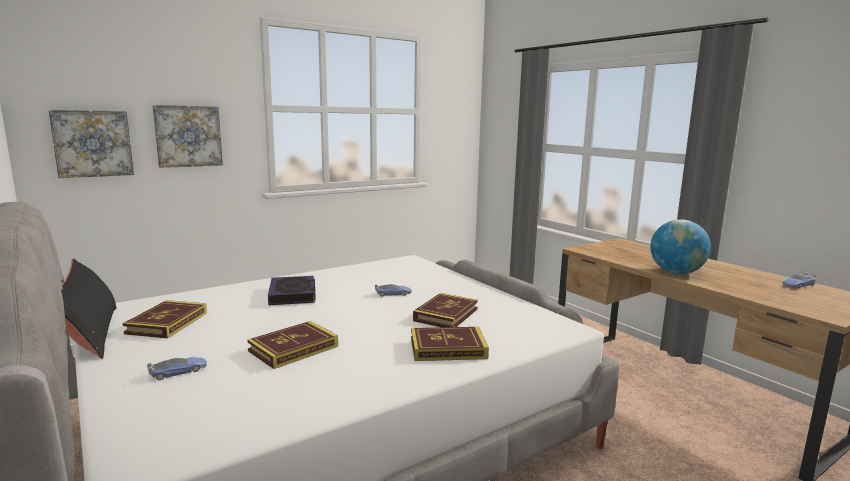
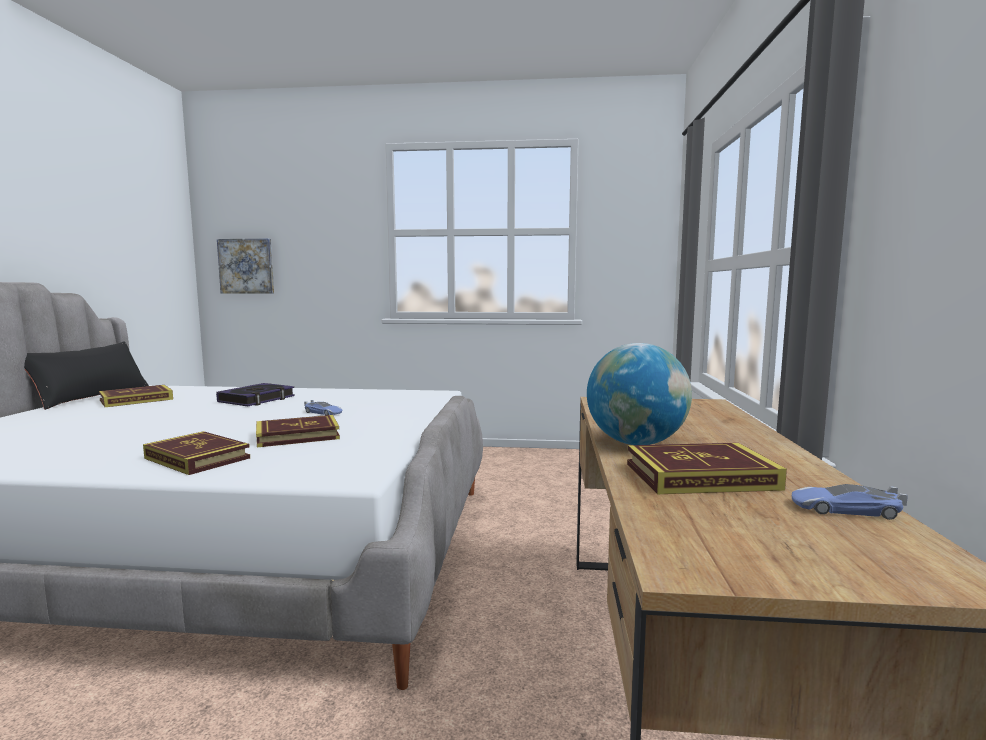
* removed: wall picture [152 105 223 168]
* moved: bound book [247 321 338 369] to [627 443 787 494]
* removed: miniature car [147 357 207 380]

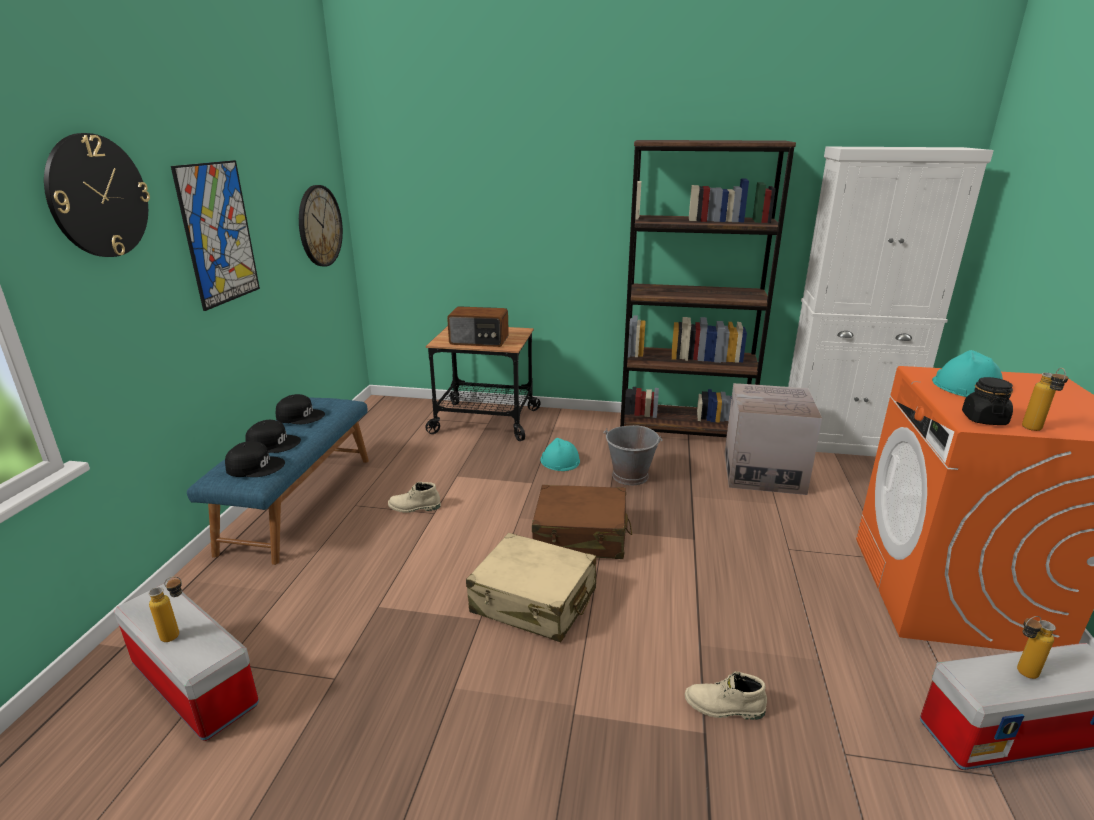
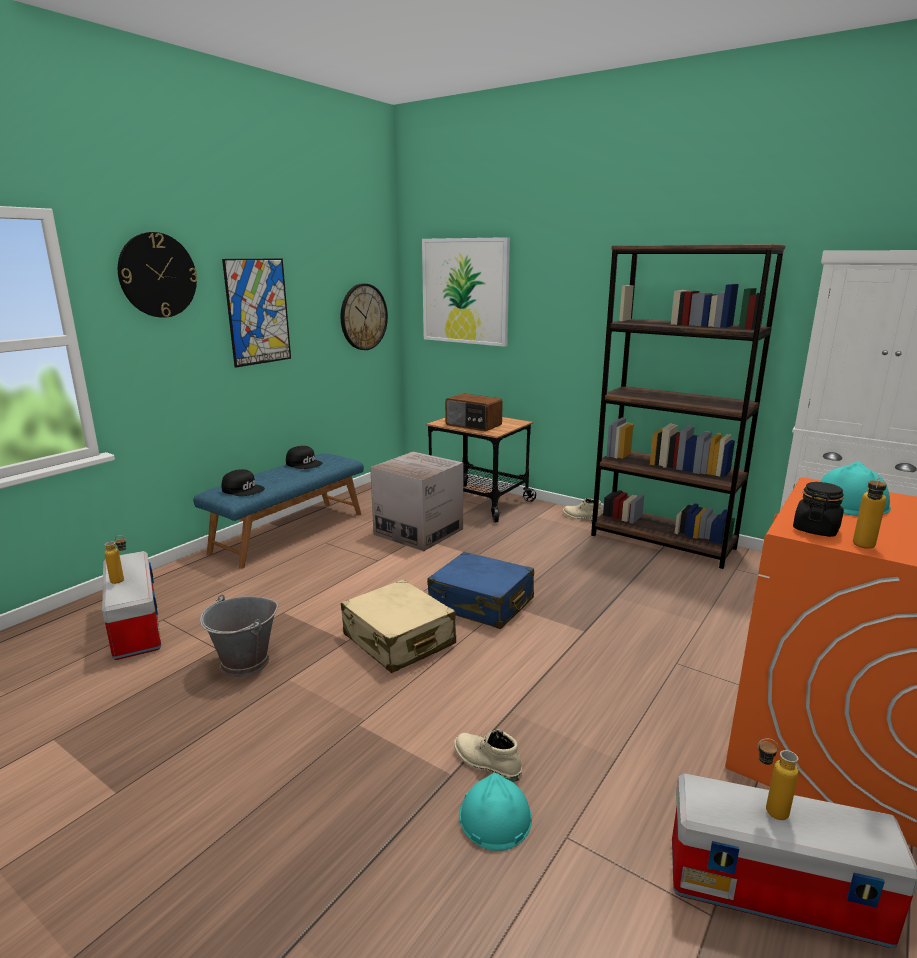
* moved: cardboard box [725 383 822 495] to [370 452 463 551]
* removed: peaked cap (black-coloured) [245 420 301 453]
* moved: pail (greyish) [603 425 663 485] to [200 595 278 677]
* moved: safety helmet (turquoise-coloured) [540 438 580 471] to [459 773 532 851]
* moved: high-top boot (beige) [388 482 441 513] to [563 498 603 521]
* recoloured: suitcase (brown-coloured) [532 485 632 559] to suitcase (bluish) [427 552 534 629]
* added: wall picture [422 237 510 347]

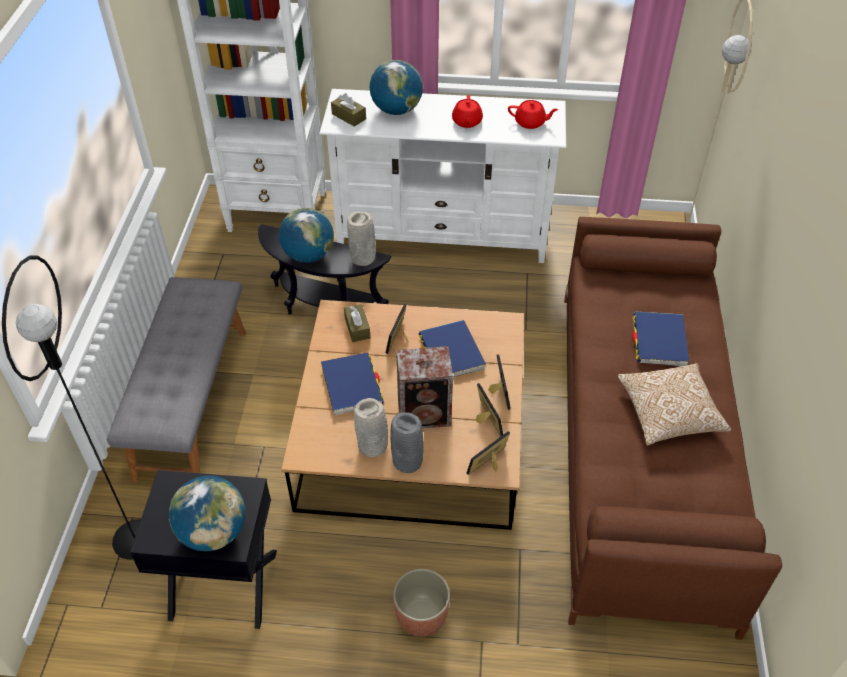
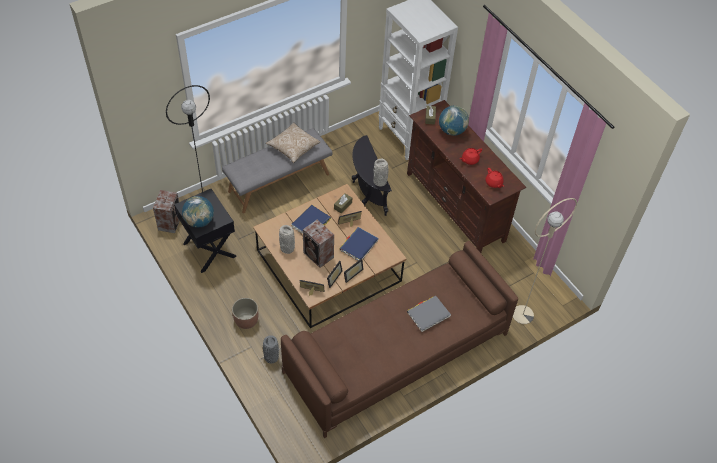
* recoloured: tv stand (whitish) [319 89 566 263] to tv stand (brown-coloured) [407 100 527 253]
* removed: world globe [279 208 334 263]
* recoloured: bound book (bluish) [632 312 689 366] to bound book (greyish) [407 296 451 332]
* moved: cushion [618 363 731 445] to [266 122 320 163]
* moved: flower vase (greyish) [390 412 424 473] to [263 335 279 364]
* added: audio speaker [153 190 180 233]

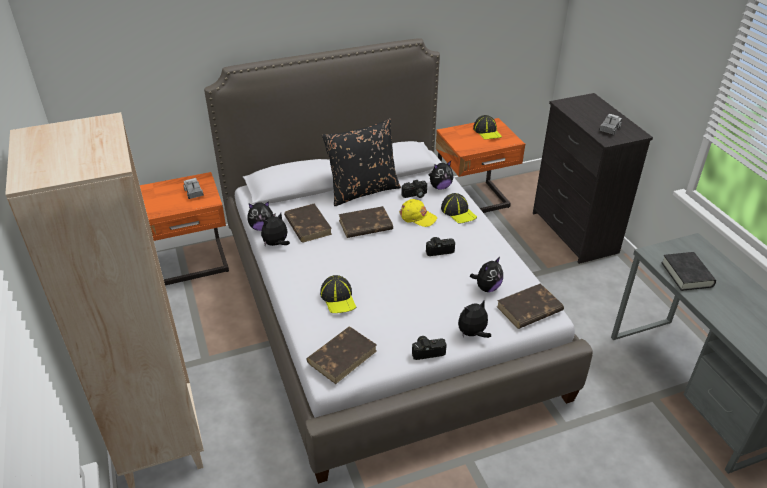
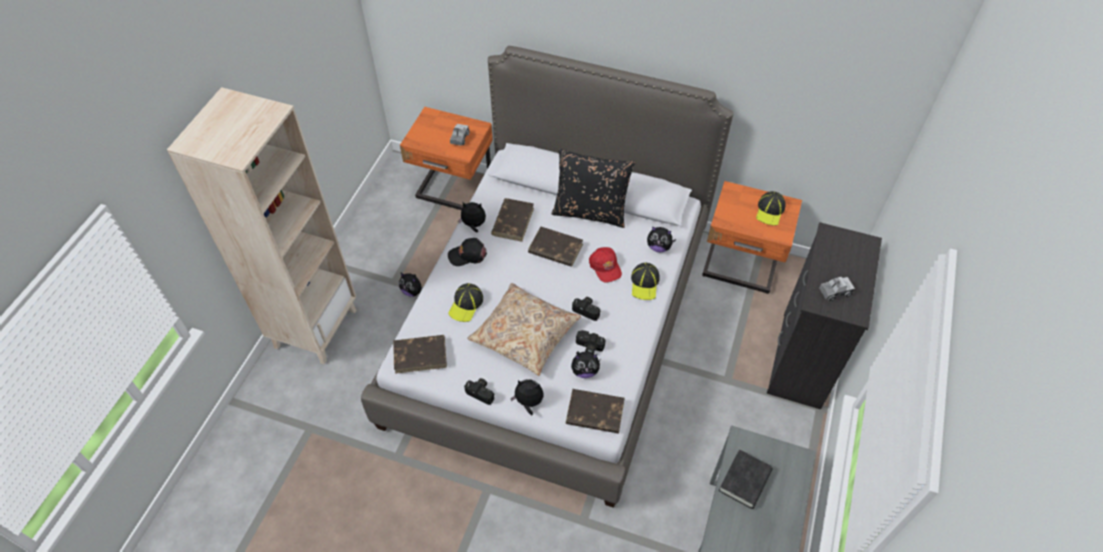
* moved: still camera [401 180 427 198] to [576 330 606 354]
* recoloured: peaked cap (yellowish) [399 199 437 227] to peaked cap (red-coloured) [589 247 622 282]
* moved: soft toy [247 201 276 231] to [399 272 423 297]
* added: peaked cap (black-coloured) [448 238 487 266]
* added: cushion (beige) [467 283 581 376]

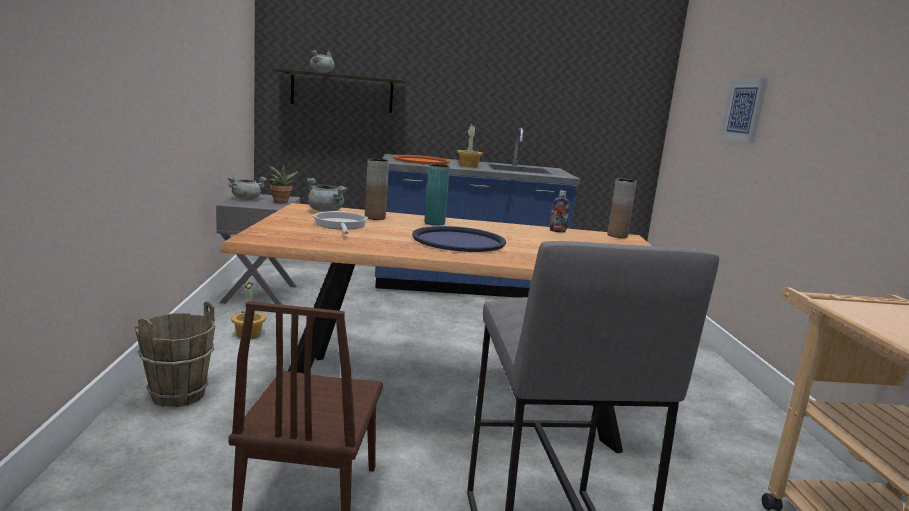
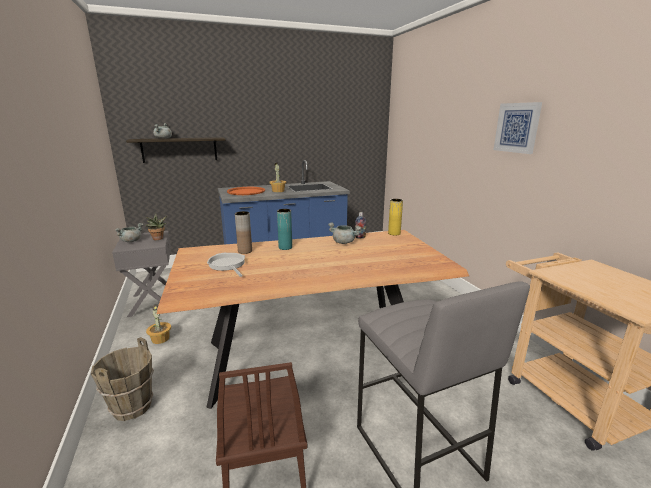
* moved: wall picture [720 78 768 143] to [494 102 542 154]
* moved: cooking pot (greyish) [307 178 347 212] to [328 223 361 244]
* recoloured: flower vase (brown-coloured) [607 179 637 238] to flower vase (yellowish) [388 199 403 236]
* removed: serving tray (bluish) [412 226 506 252]

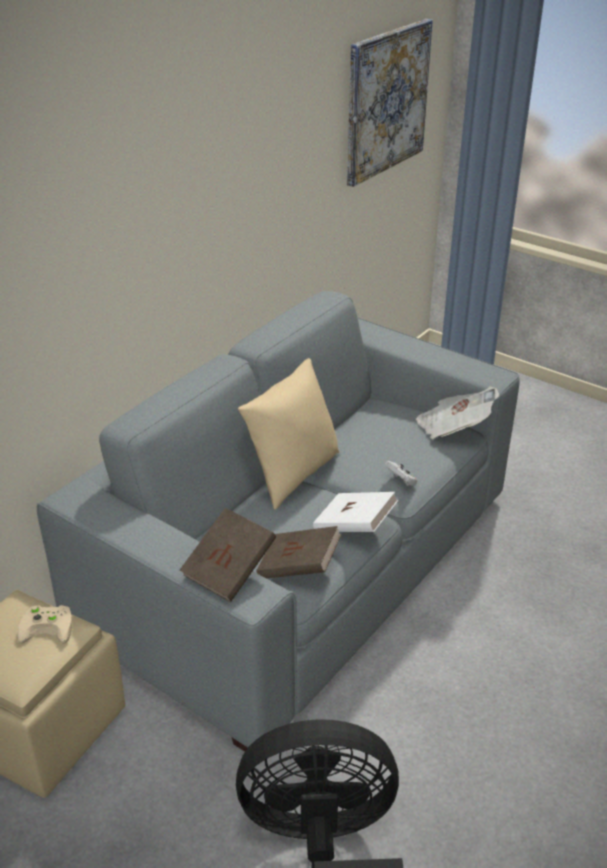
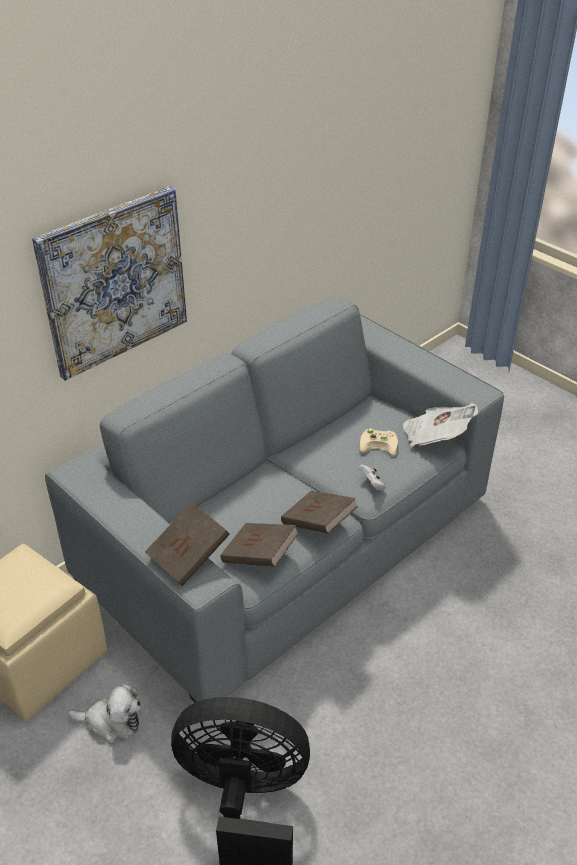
* moved: wall picture [347 19 433 187] to [32 186 187 381]
* removed: cushion (beige) [238 358 339 509]
* recoloured: bound book (whitish) [313 492 398 532] to bound book (brown-coloured) [281 491 358 534]
* moved: joypad (beige) [17 605 72 644] to [359 428 398 457]
* added: soft toy [68 683 141 744]

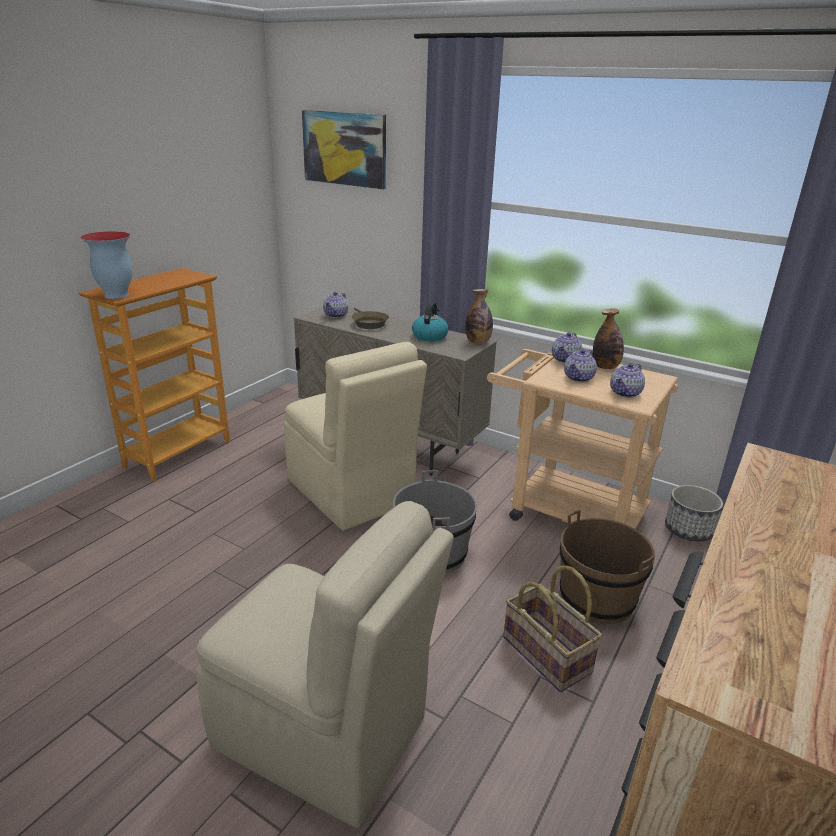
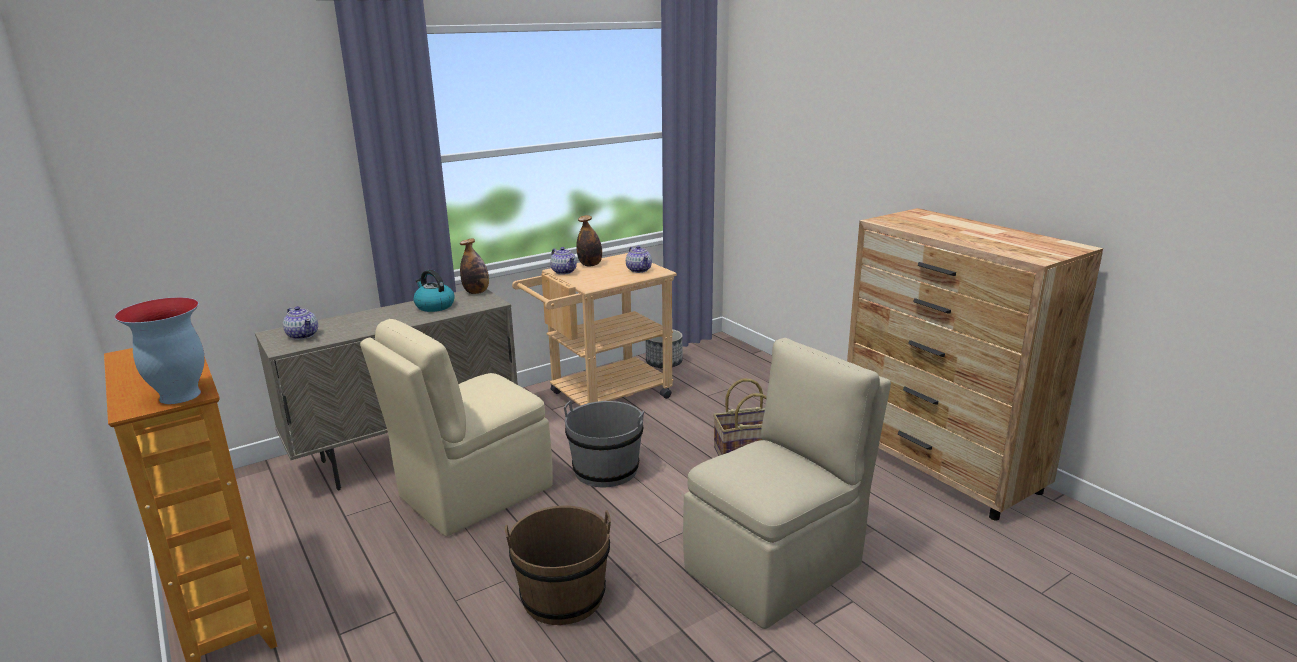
* removed: wall picture [302 110 386 189]
* removed: skillet (brown-coloured) [352 308 389 329]
* turned: upright chair (beige) [284 342 427 530] = [360 319 553 537] 150 degrees clockwise
* removed: teapot [564 349 597 382]
* moved: pail (brown-coloured) [560 510 655 624] to [505 506 611 625]

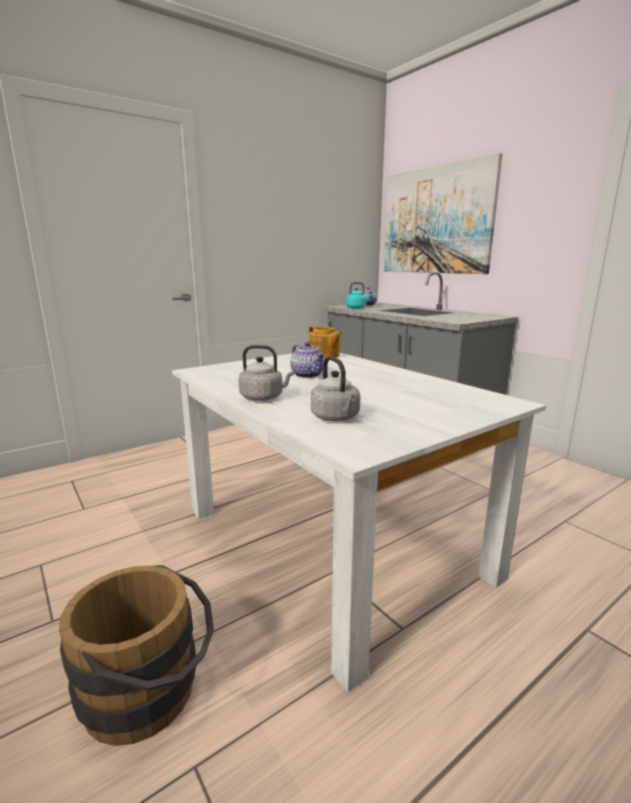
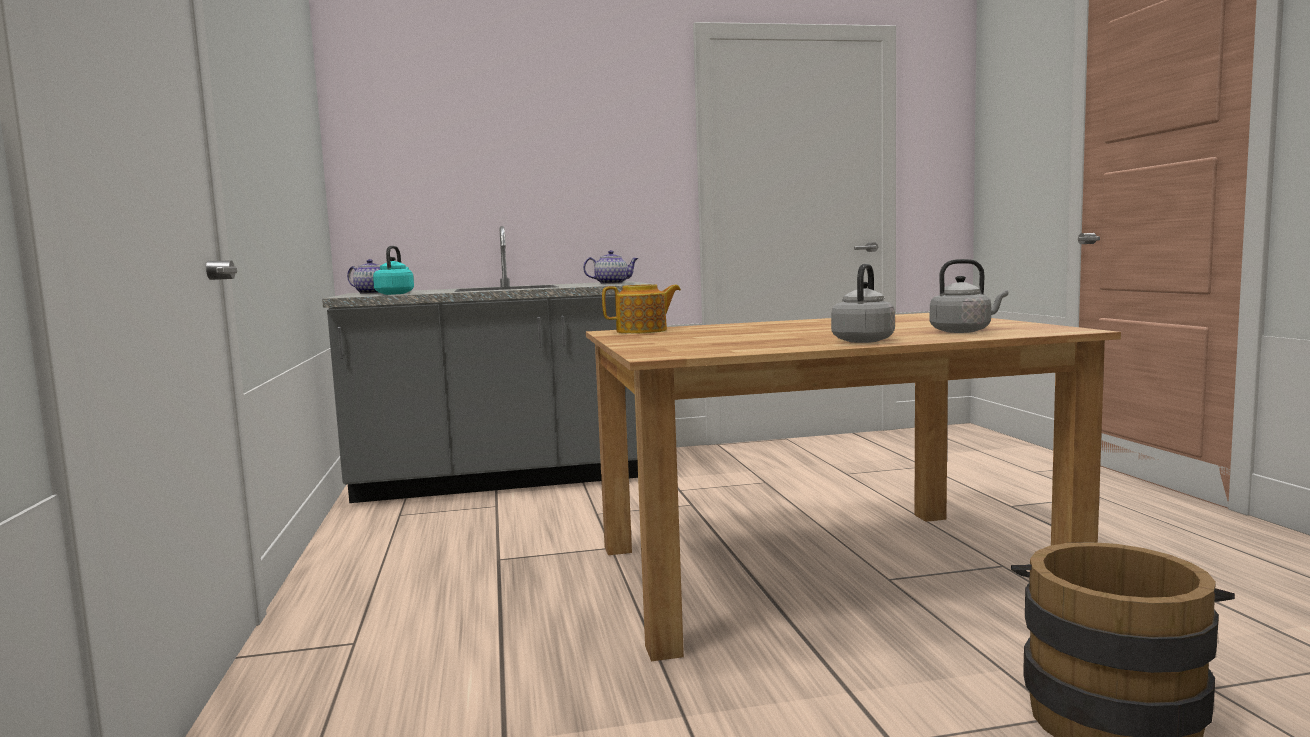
* removed: wall picture [384 153 502 274]
* moved: teapot [290 342 325 378] to [583 250 639 284]
* recoloured: dining table (whitish) [172 353 546 693] to dining table (brown-coloured) [586 313 1121 661]

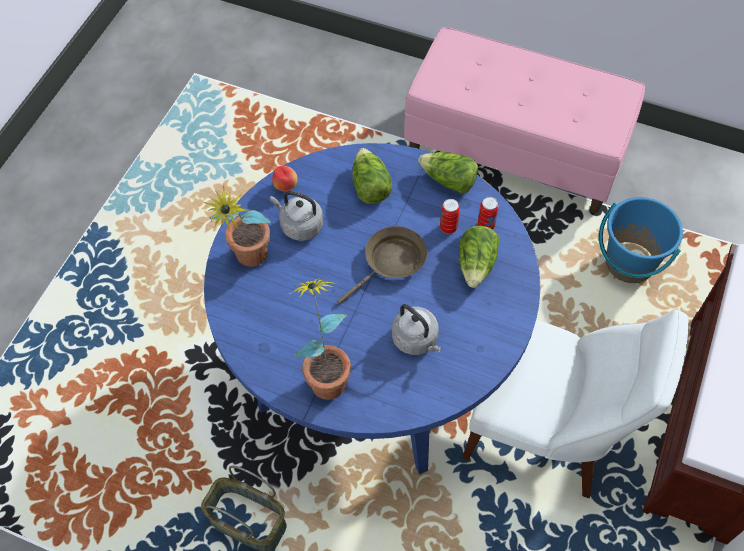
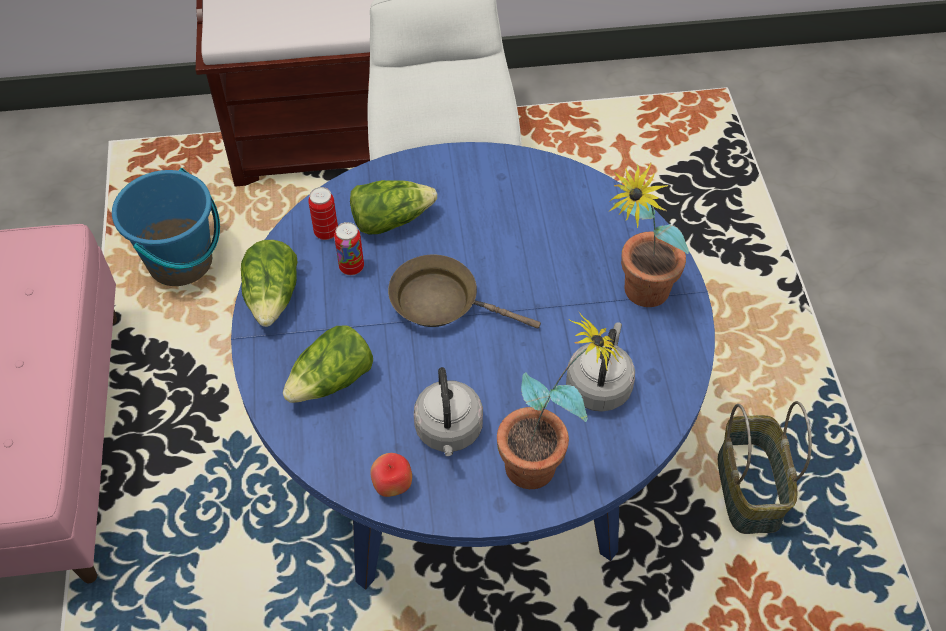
* moved: kettle (greyish) [392 304 442 355] to [566 322 635 412]

